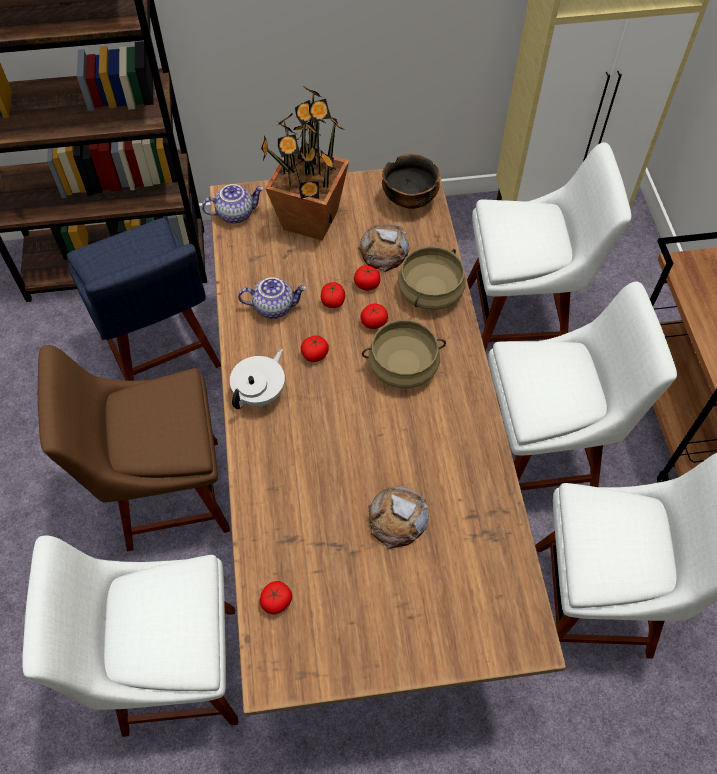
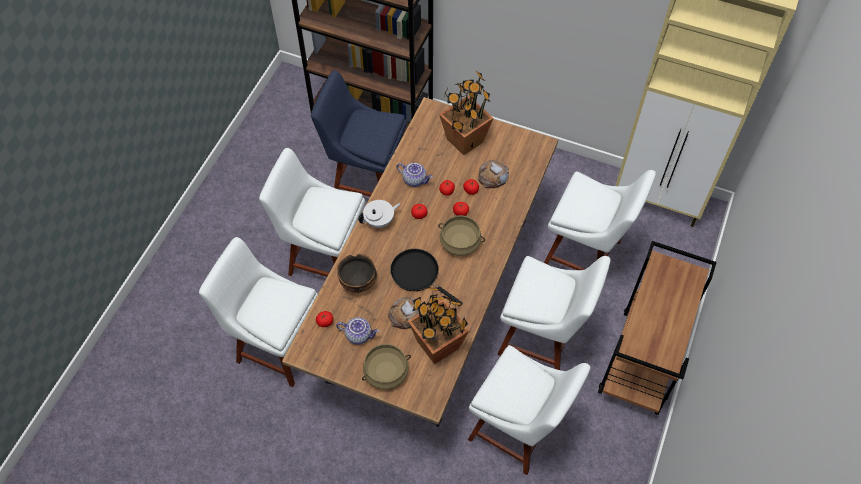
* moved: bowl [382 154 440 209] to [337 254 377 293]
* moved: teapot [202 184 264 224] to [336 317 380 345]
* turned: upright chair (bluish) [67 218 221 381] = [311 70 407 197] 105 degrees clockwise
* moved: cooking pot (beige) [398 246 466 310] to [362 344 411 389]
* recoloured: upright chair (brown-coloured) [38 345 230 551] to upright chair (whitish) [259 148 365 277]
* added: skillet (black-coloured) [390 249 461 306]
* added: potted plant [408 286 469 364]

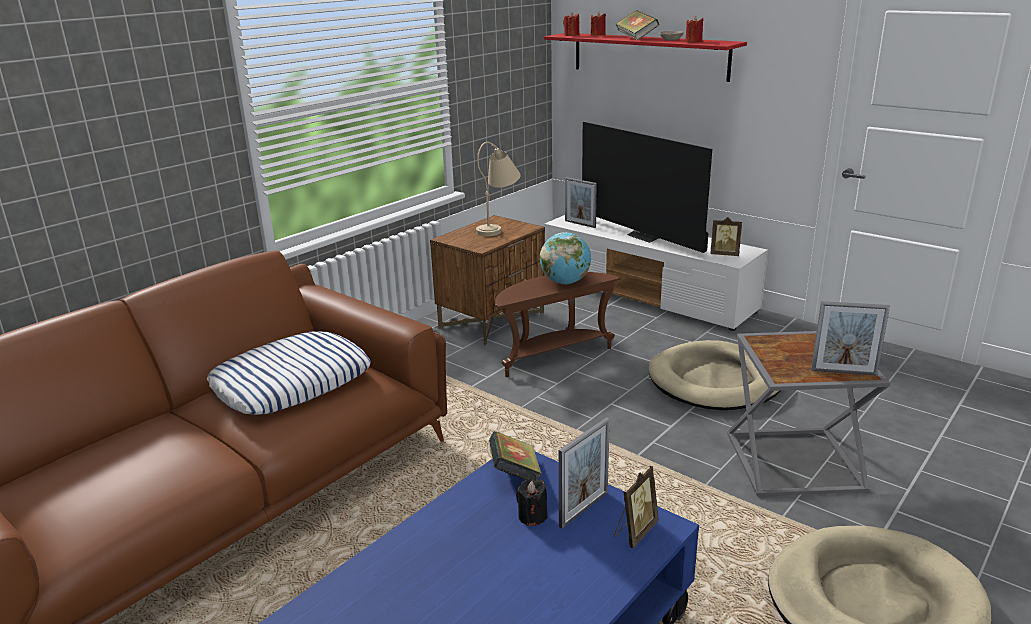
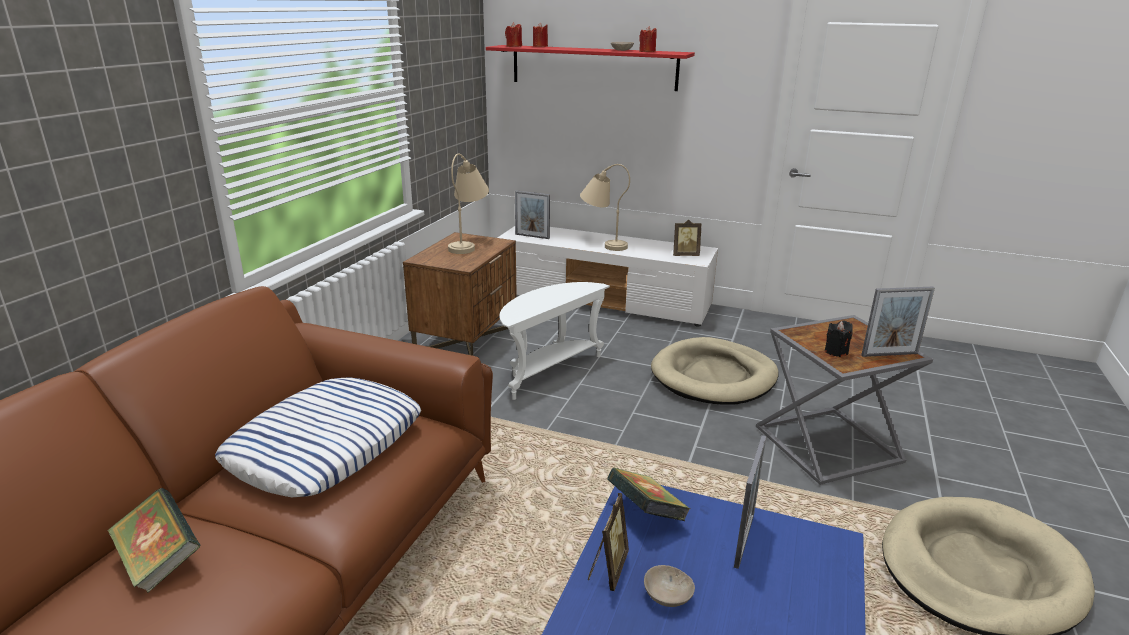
* moved: bound book [616 10 659 40] to [107 488 201 593]
* replaced: TV set [582 122 712 253] to tabletop lamp (beige) [580 164 630 251]
* removed: world globe [540 232 591 284]
* recoloured: end table (brown-coloured) [495 272 620 377] to end table (whitish) [499 282 610 400]
* moved: standing frame [614 466 659 548] to [588 493 629 591]
* moved: wax candle (black-coloured) [516 480 548 526] to [825 321 853 357]
* added: bowl (beige) [644 565 695 607]

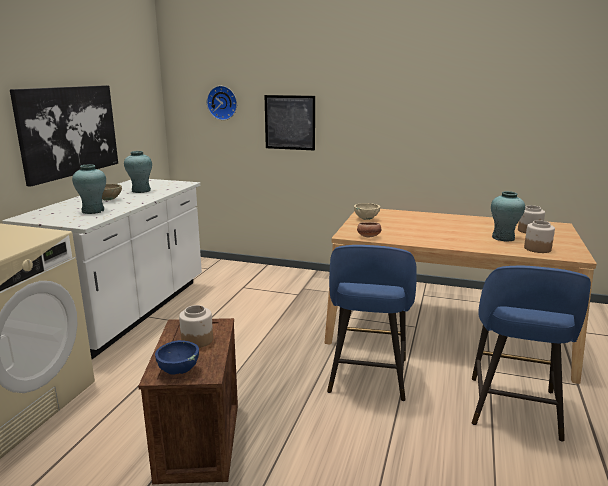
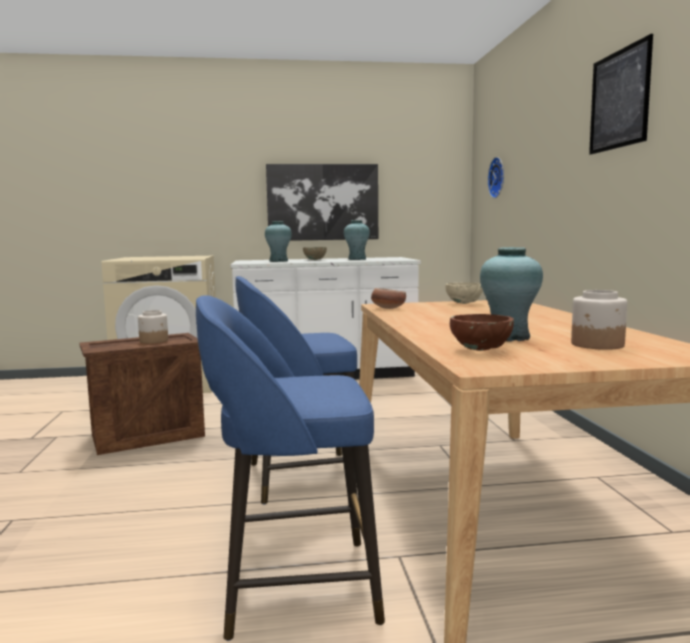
* moved: wall picture [265 95 315 151] to [589 34 653 155]
* replaced: jar [524 220 555 253] to bowl (brown-coloured) [450 314 514 351]
* removed: bowl (bluish) [155 340 199 375]

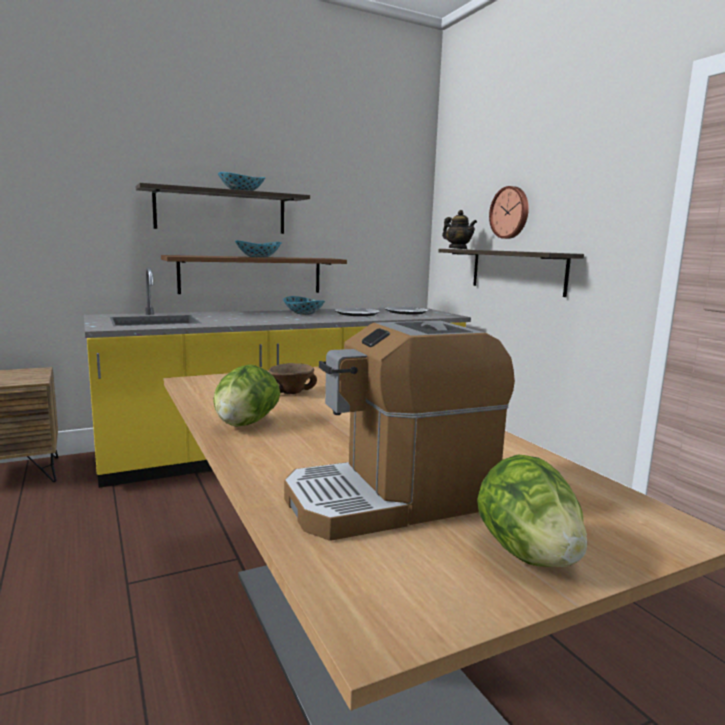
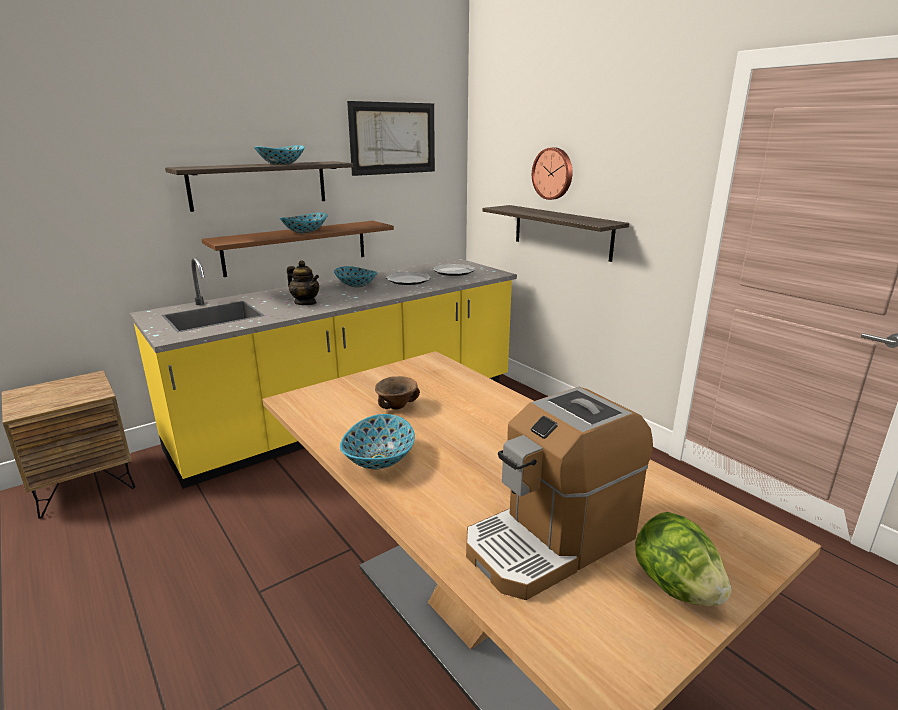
* moved: teapot [442 210 477 249] to [287 261 319 305]
* replaced: lettuce head [213 364 280 427] to bowl [340 414 415 470]
* added: wall picture [347 101 435 176]

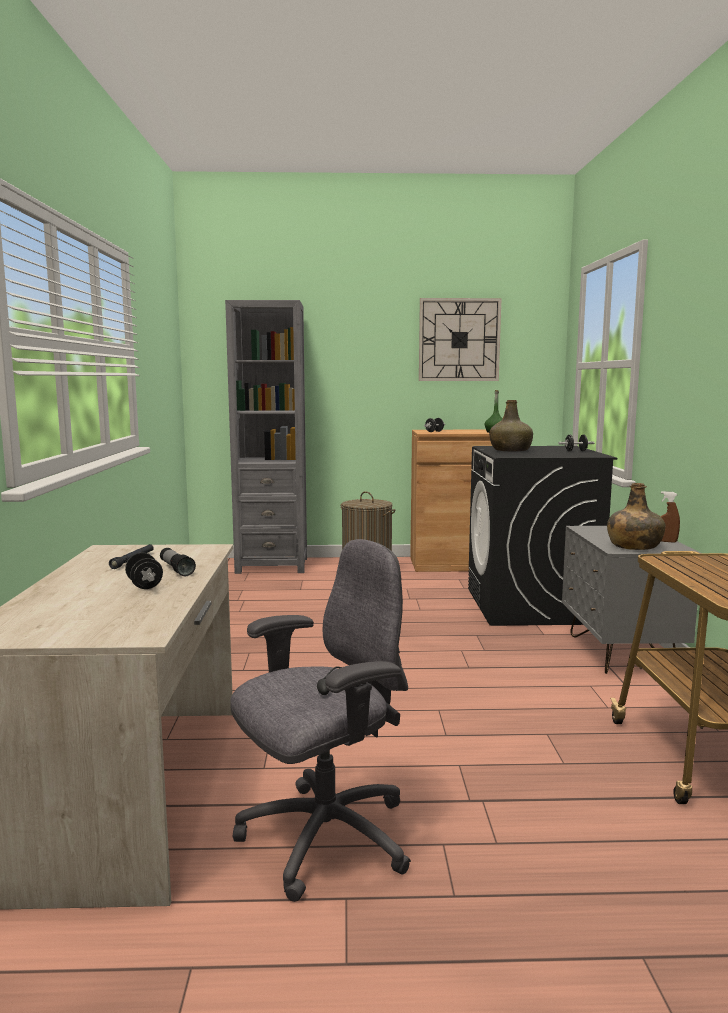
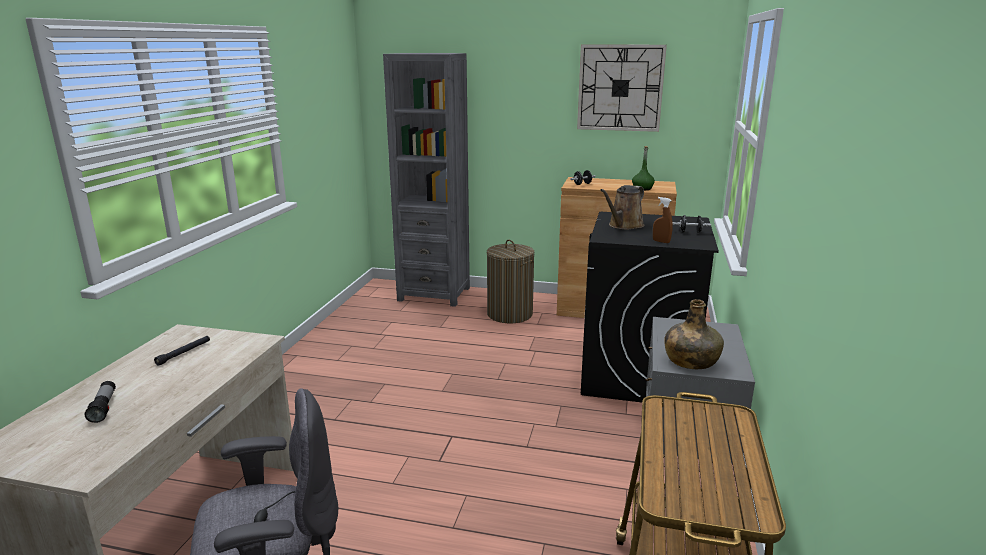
* replaced: beverage bottle (greenish) [489 400 533 451] to watering can (brown-coloured) [600 185 644 230]
* moved: hand sprayer (brown-coloured) [660 491 680 543] to [653 197 673 243]
* moved: hand torch [160 548 196 576] to [85 381 116 423]
* removed: hand weight (black-coloured) [125 553 163 589]

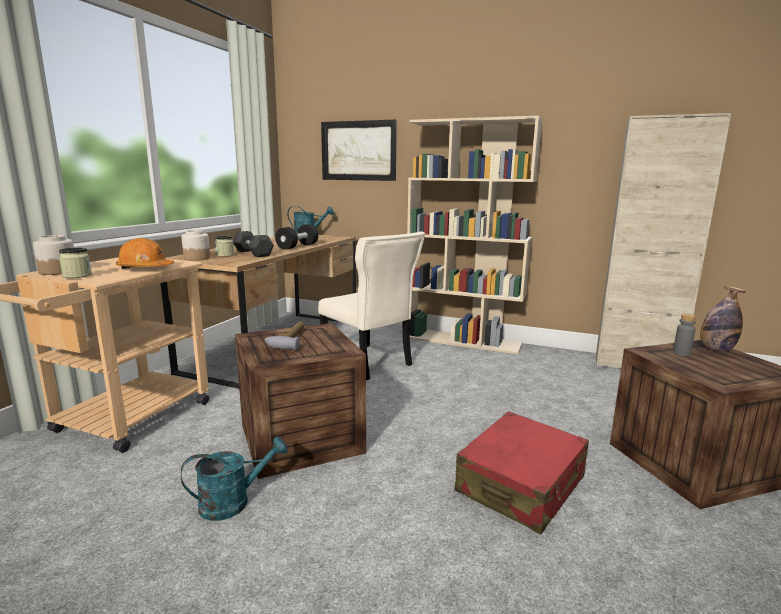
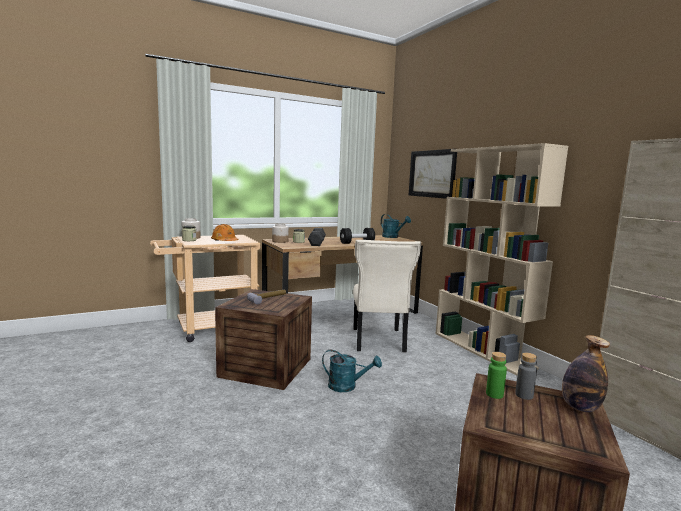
* removed: suitcase (red-coloured) [455 411 589 534]
* moved: watering can (turquoise-coloured) [181 437 288 521] to [322 349 382 392]
* added: beverage bottle (greenish) [486 352 507 399]

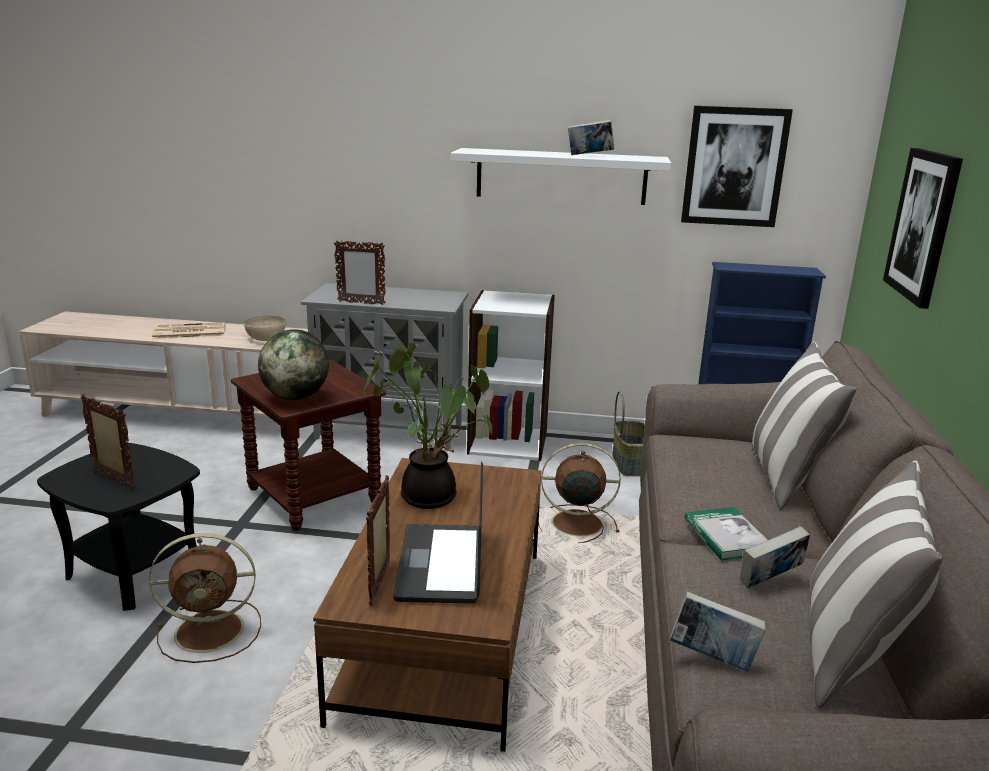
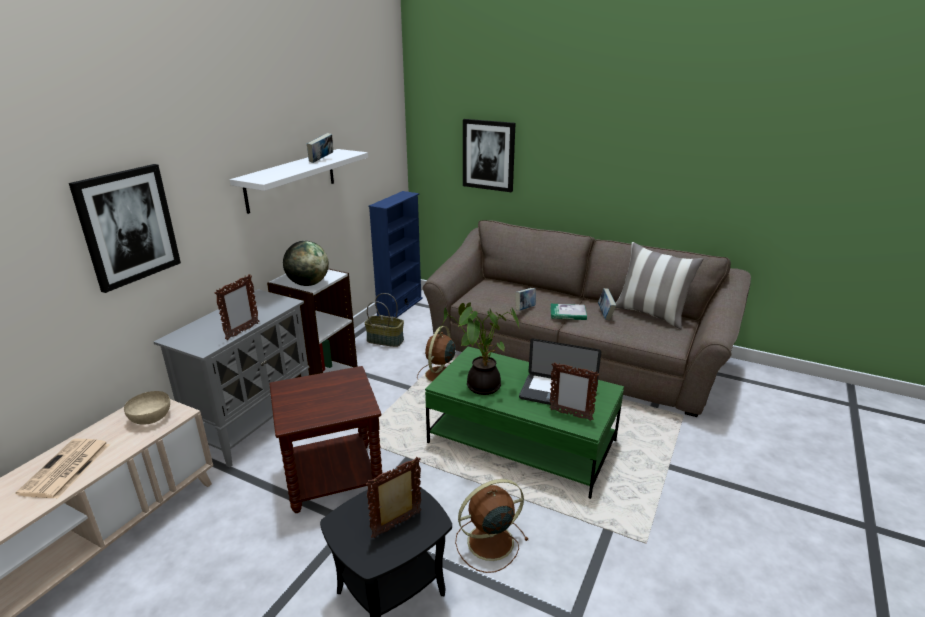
* moved: wall picture [681 106 793 227] to [69 164 181 293]
* moved: world globe [258 329 329 400] to [283 241 329 286]
* removed: cushion [752 342 856 509]
* recoloured: lounge table (brown-coloured) [313 458 541 752] to lounge table (greenish) [425 346 624 499]
* turned: cooling fan (brown-coloured) [149 533 261 663] = [455 479 528 573] 120 degrees counterclockwise
* moved: bound book [670 591 766 672] to [515 288 536 311]

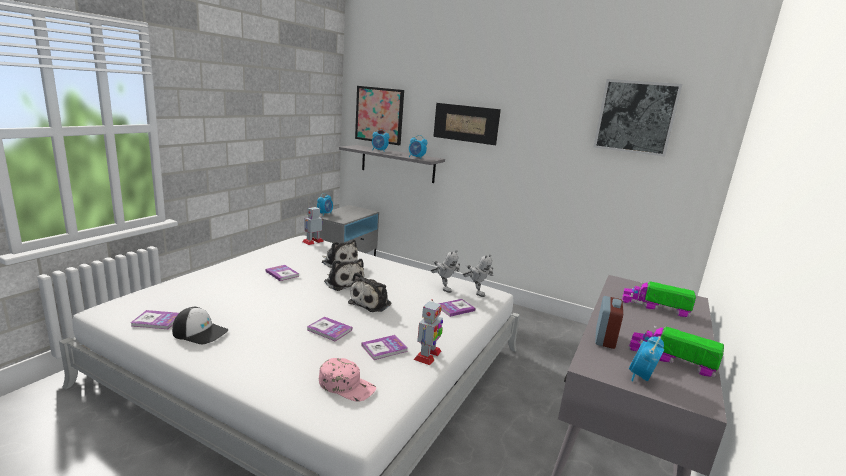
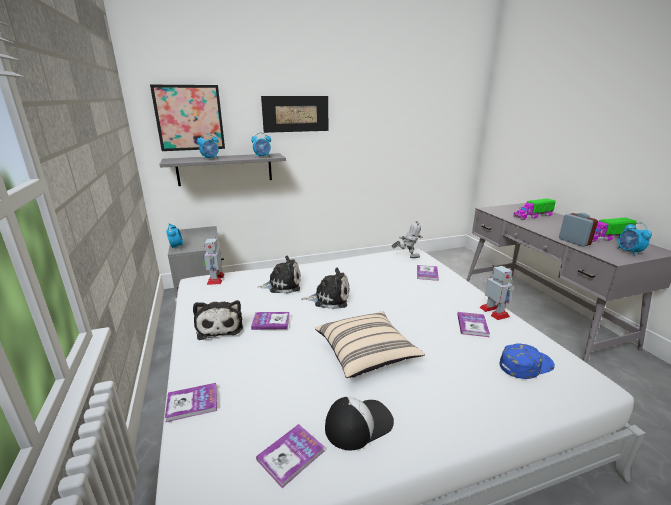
* removed: wall picture [594 79 683 157]
* removed: model robot [431 250 460 293]
* moved: soft toy [348 272 391 312] to [193 300 243 340]
* moved: bound book [307 317 352 341] to [165 383 217 422]
* recoloured: peaked cap (pink) [319 358 376 402] to peaked cap (bluish) [500 344 555 379]
* added: cushion (beige) [315 311 425 378]

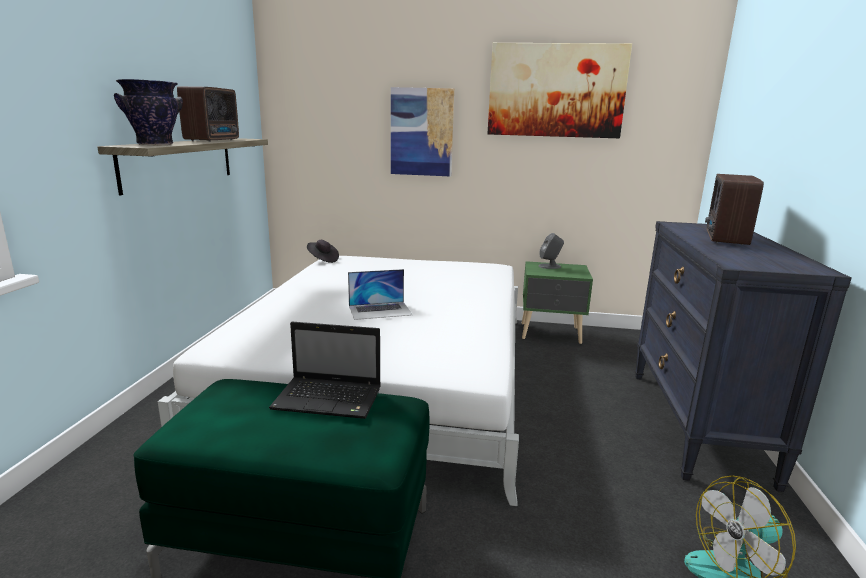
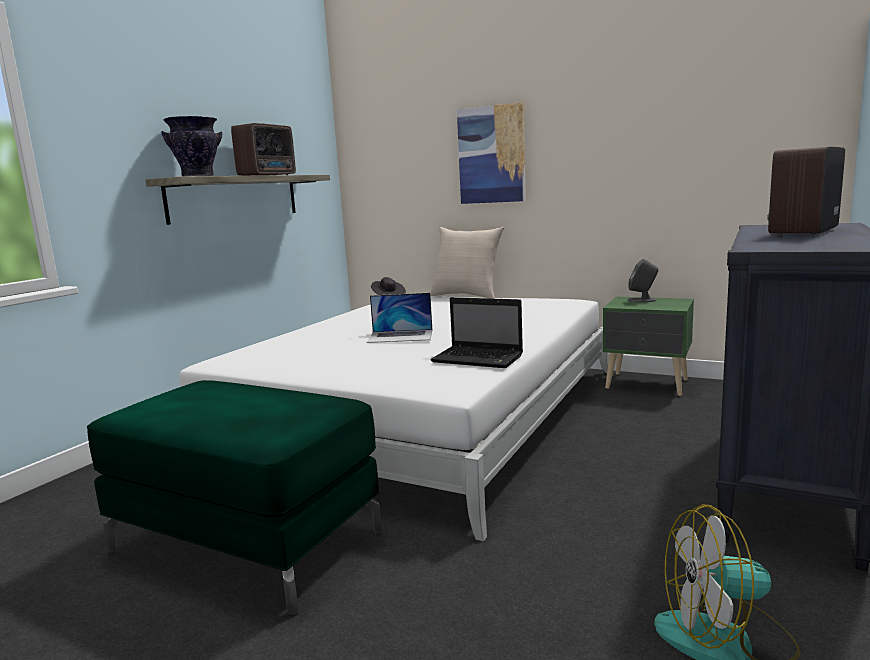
* removed: wall picture [487 43 632 138]
* moved: portable computer [269 322 381 419] to [430 297 523 368]
* added: cushion (beige) [430 227 504 299]

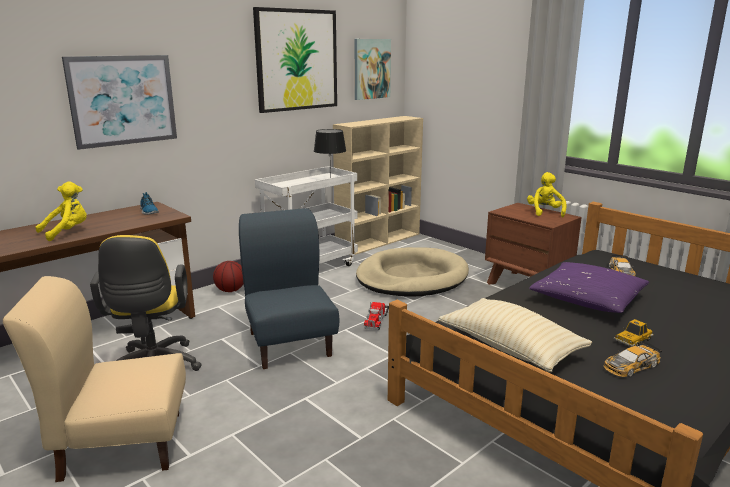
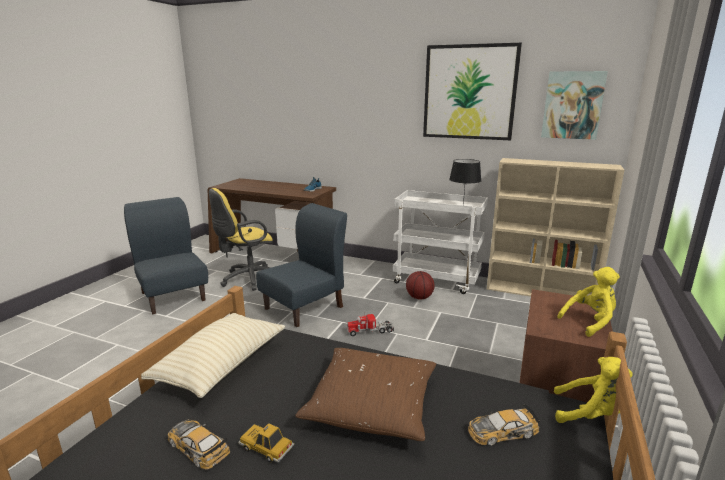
* removed: wall picture [62 55 177 150]
* moved: soft toy (yellowish) [36 182 87 241] to [554 357 633 423]
* removed: dog cushion (beige) [356 247 469 297]
* moved: basketball ball [213 261 244 292] to [406 271 435 300]
* recoloured: cushion (purple-coloured) [529 262 649 313] to cushion (brown-coloured) [295 348 436 441]
* recoloured: upright chair (beige) [3 276 186 482] to upright chair (bluish) [124 197 208 314]

